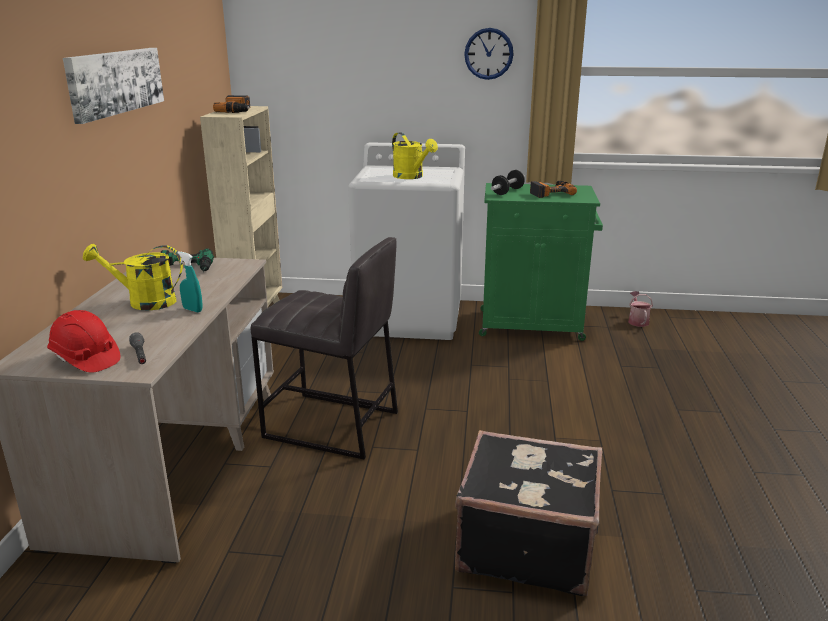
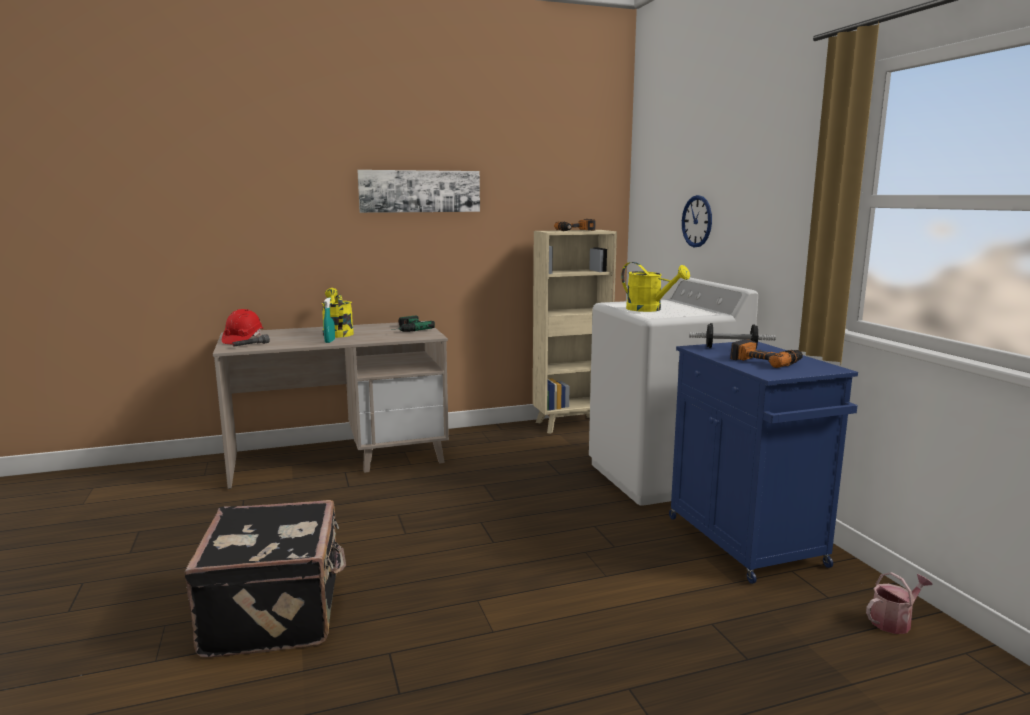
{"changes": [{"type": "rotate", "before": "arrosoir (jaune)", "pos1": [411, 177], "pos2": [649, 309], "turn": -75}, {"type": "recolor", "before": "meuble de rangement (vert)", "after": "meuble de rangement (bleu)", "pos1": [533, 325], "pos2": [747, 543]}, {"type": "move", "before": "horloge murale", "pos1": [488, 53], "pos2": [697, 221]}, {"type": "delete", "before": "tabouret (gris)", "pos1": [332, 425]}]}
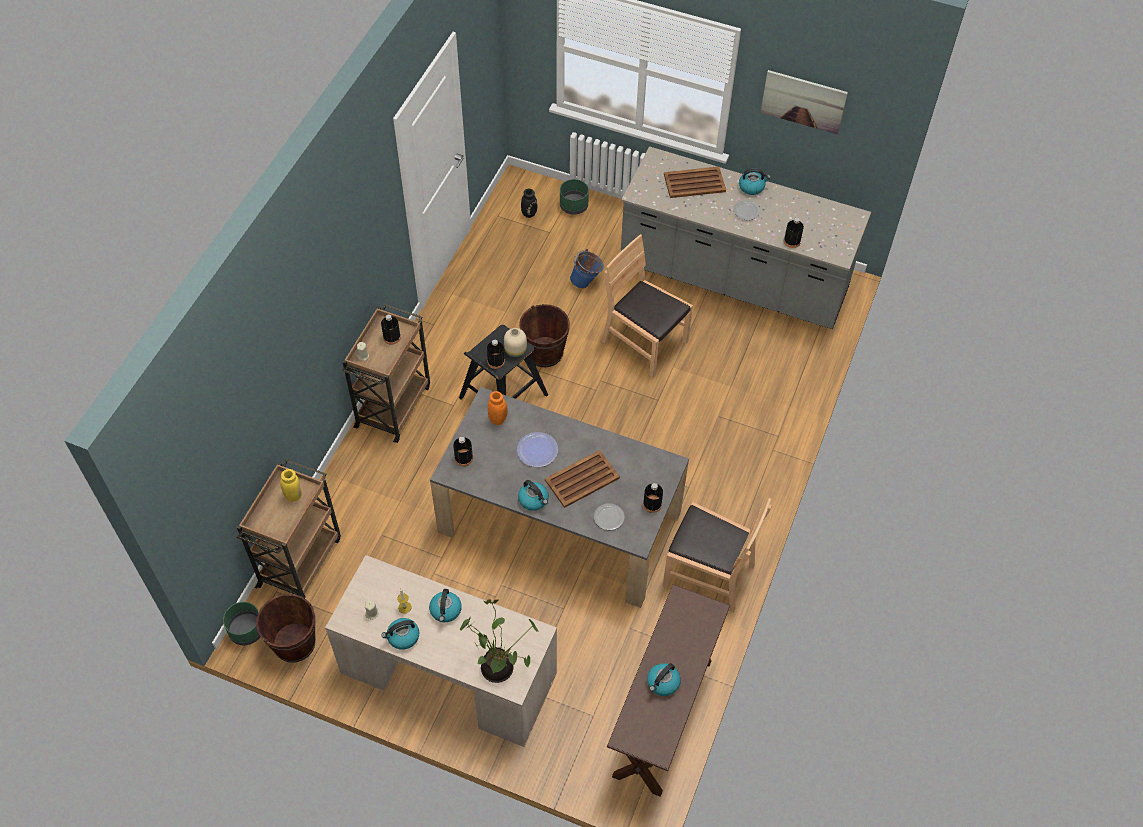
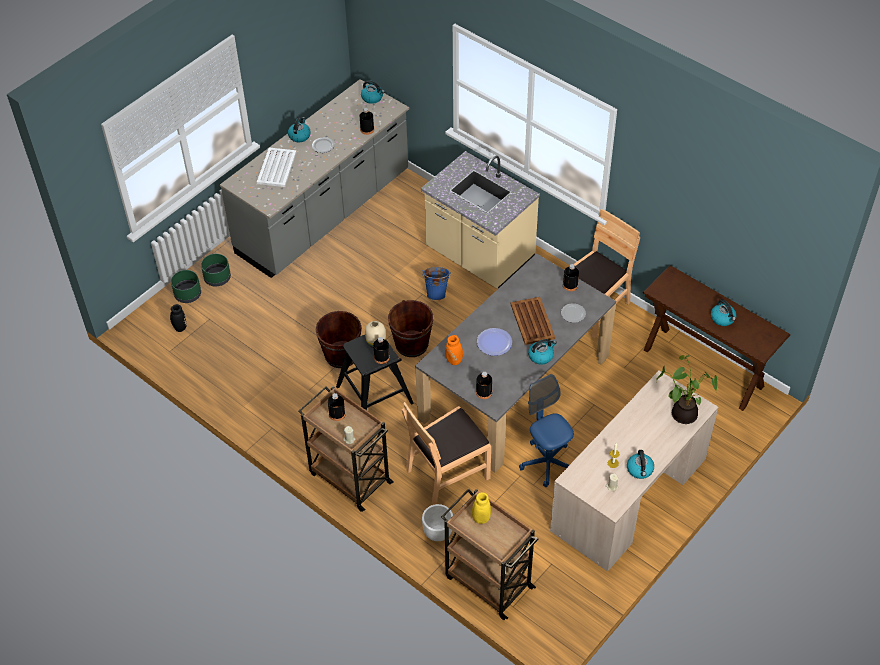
{"changes": [{"type": "move", "before": "cache-pot (vert)", "pos1": [247, 630], "pos2": [217, 277]}, {"type": "recolor", "before": "plateau (marron)", "after": "plateau (blanc)", "pos1": [694, 183], "pos2": [276, 168]}, {"type": "move", "before": "bouilloire", "pos1": [446, 610], "pos2": [372, 97]}, {"type": "move", "before": "seau (marron)", "pos1": [294, 643], "pos2": [411, 344]}, {"type": "move", "before": "chaise (marron)", "pos1": [644, 343], "pos2": [447, 473]}, {"type": "insert", "after": "comptoir de cuisine (beige)", "pos2": [479, 257]}, {"type": "move", "before": "seau (bleu)", "pos1": [586, 282], "pos2": [437, 293]}, {"type": "insert", "after": "cache-pot (blanc)", "pos2": [437, 533]}, {"type": "insert", "after": "chaise de bureau (bleu)", "pos2": [547, 463]}, {"type": "delete", "before": "tableau", "pos1": [803, 101]}]}
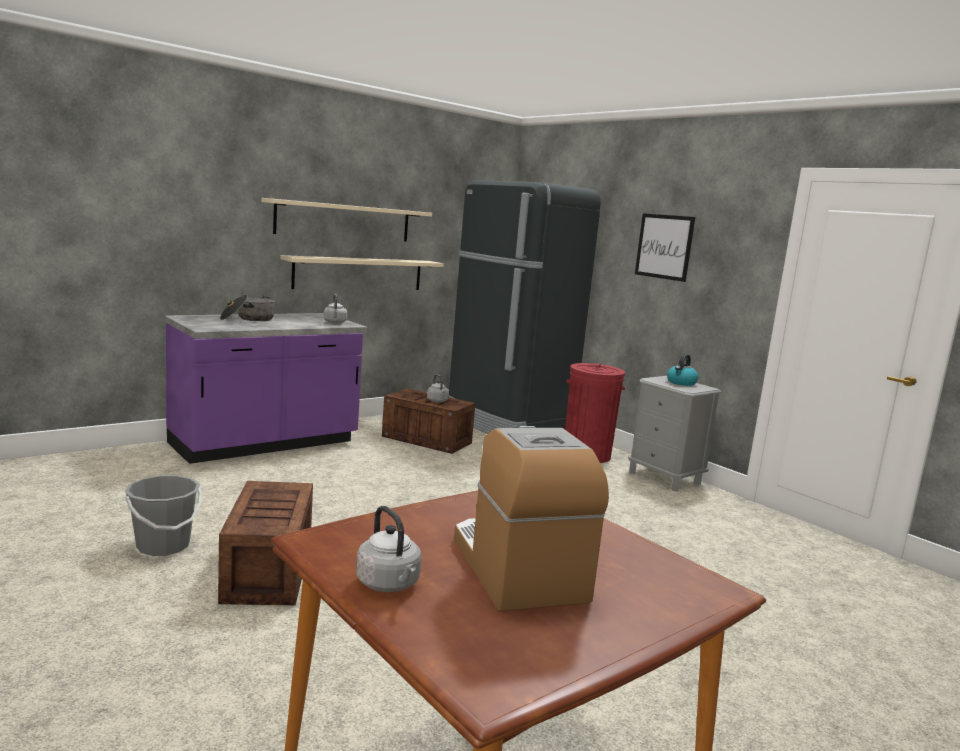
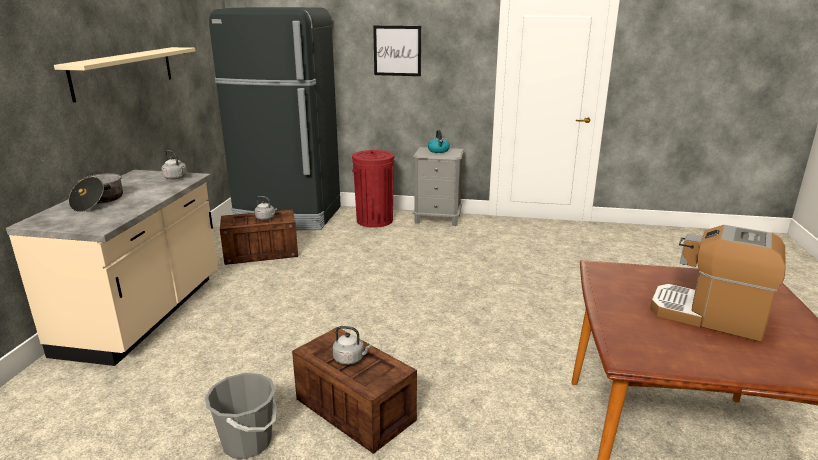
{"changes": [{"type": "recolor", "before": "comptoir de cuisine (violet)", "after": "comptoir de cuisine (beige)", "pos1": [265, 444], "pos2": [145, 314]}, {"type": "move", "before": "bouilloire (gris)", "pos1": [389, 584], "pos2": [350, 359]}, {"type": "delete", "before": "étagère (beige)", "pos1": [359, 273]}]}
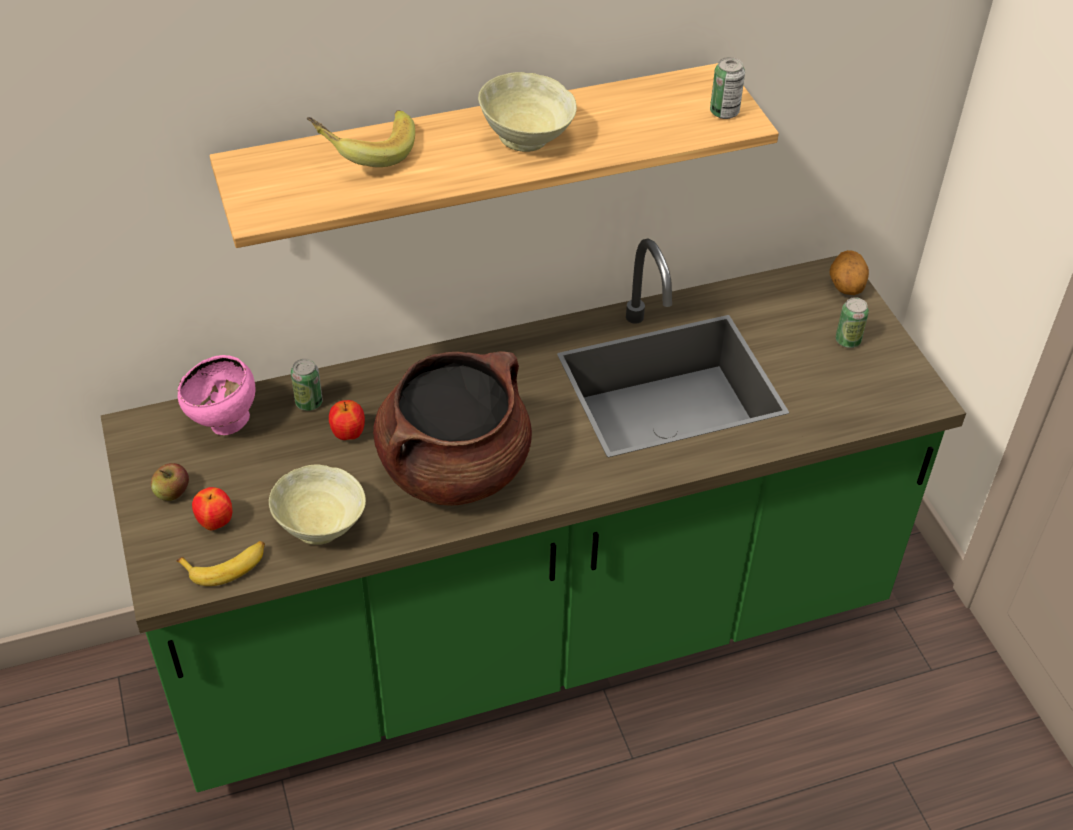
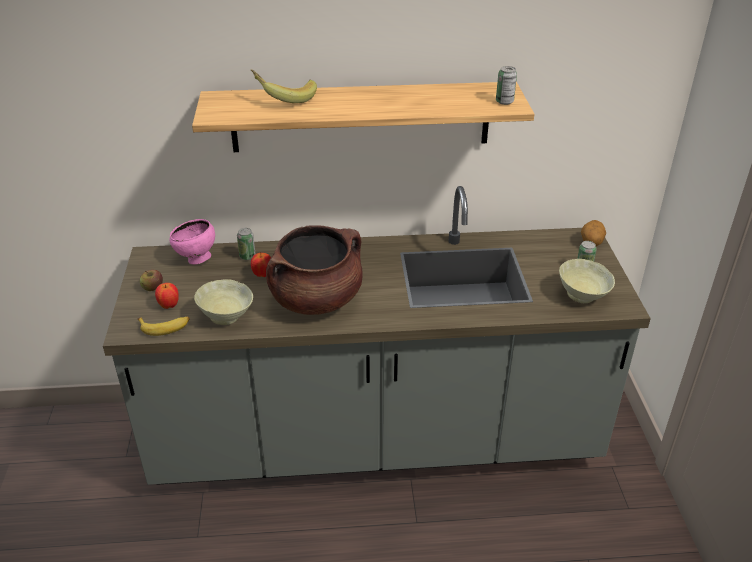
{"changes": [{"type": "recolor", "before": "comptoir de cuisine (vert)", "after": "comptoir de cuisine (gris)", "pos1": [531, 636], "pos2": [376, 441]}, {"type": "move", "before": "bol (beige)", "pos1": [527, 140], "pos2": [582, 296]}]}
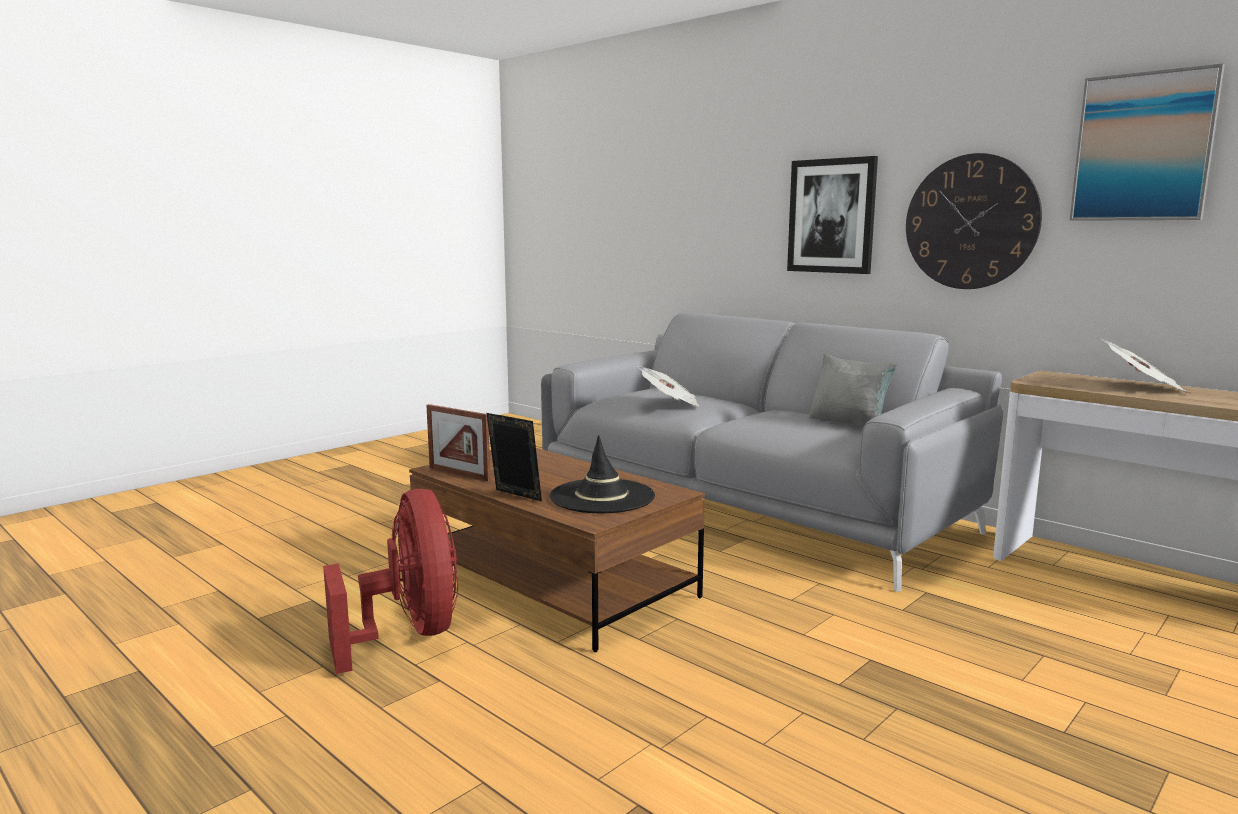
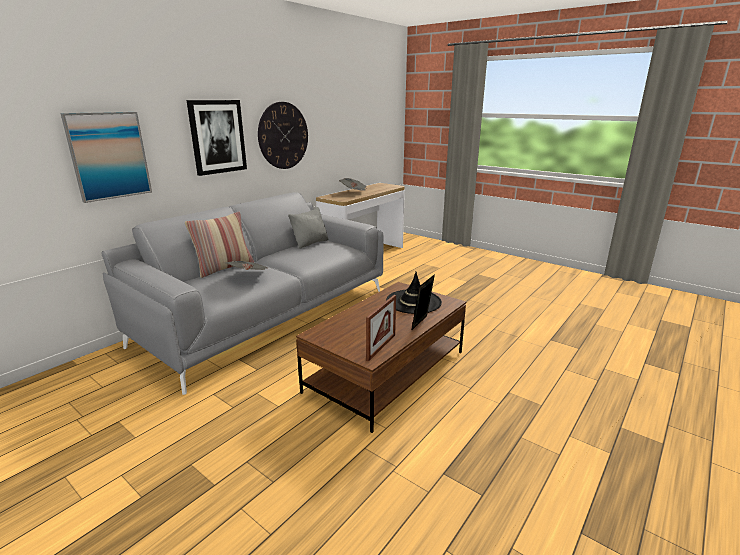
{"changes": [{"type": "move", "before": "tableau", "pos1": [1143, 147], "pos2": [109, 156]}, {"type": "insert", "after": "coussin", "pos2": [224, 268]}, {"type": "delete", "before": "ventilateur (rouge)", "pos1": [409, 634]}]}
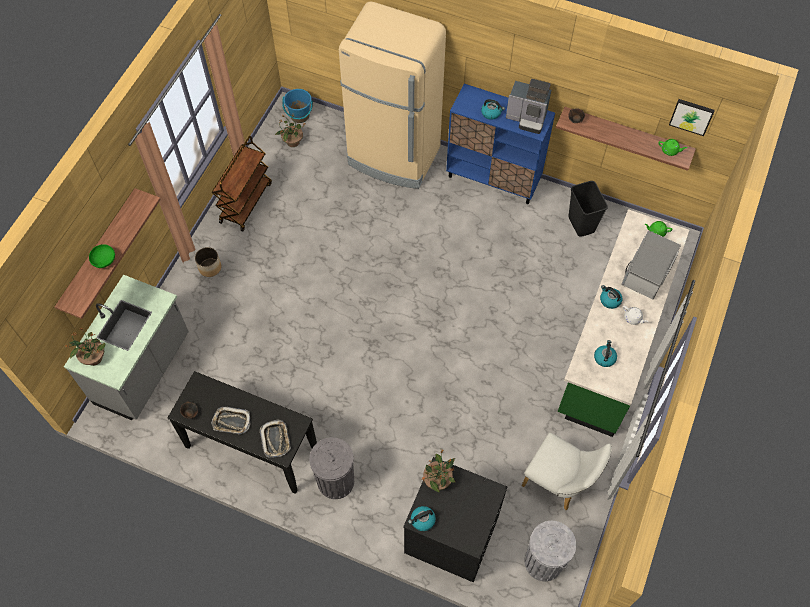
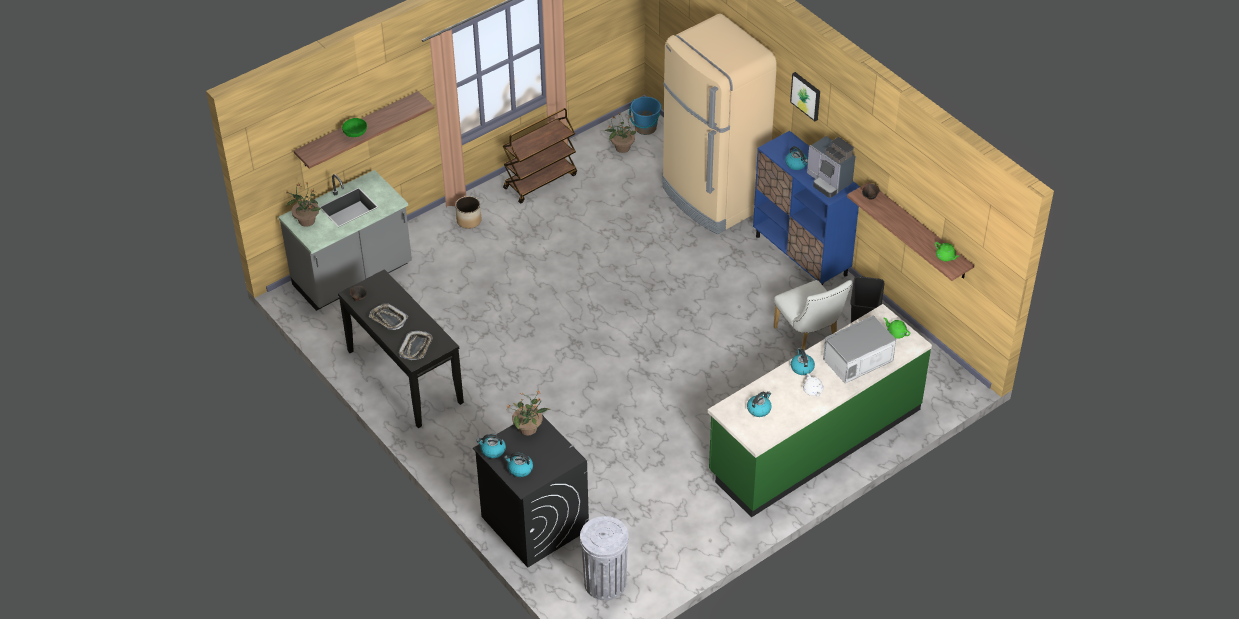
{"changes": [{"type": "insert", "after": "bouilloire", "pos2": [519, 469]}, {"type": "move", "before": "chaise (blanc)", "pos1": [559, 483], "pos2": [809, 339]}, {"type": "move", "before": "tableau", "pos1": [691, 116], "pos2": [806, 95]}, {"type": "delete", "before": "poubelle (gris)", "pos1": [335, 481]}]}
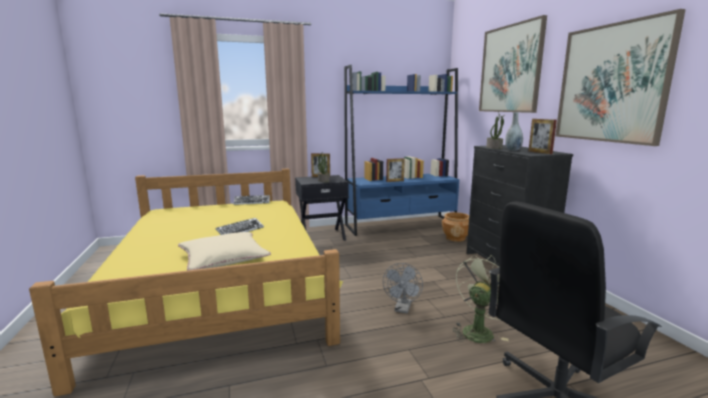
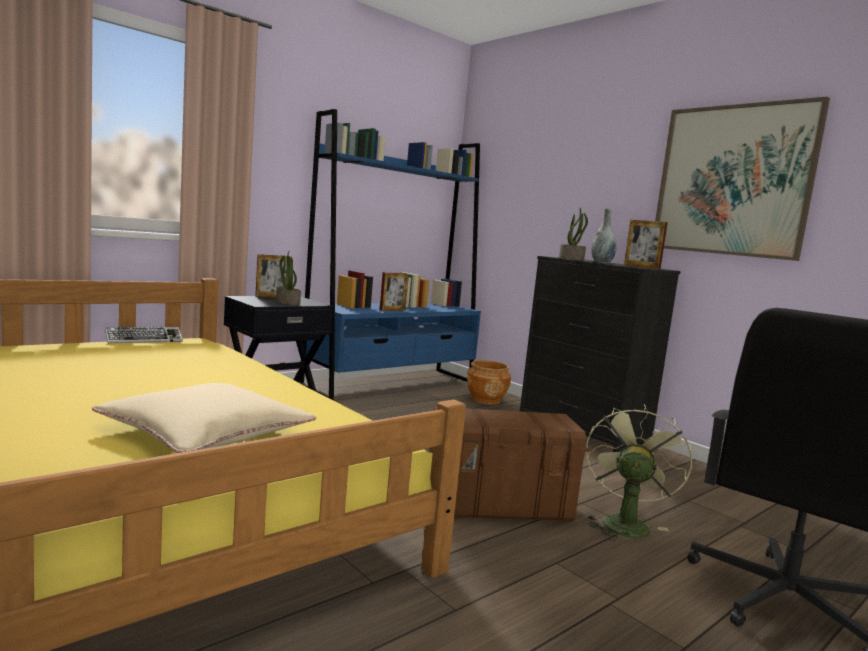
{"changes": [{"type": "replace", "before": "ventilateur (gris)", "after": "boîte de rangement (marron)", "pos1": [402, 309], "pos2": [498, 505]}, {"type": "delete", "before": "clavier", "pos1": [240, 230]}, {"type": "delete", "before": "tableau", "pos1": [510, 69]}]}
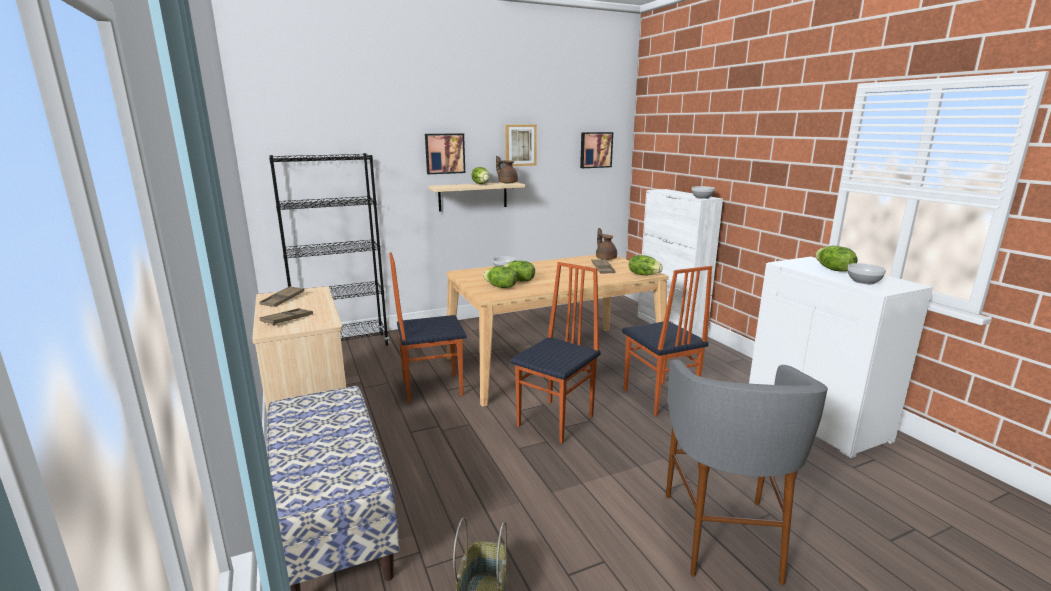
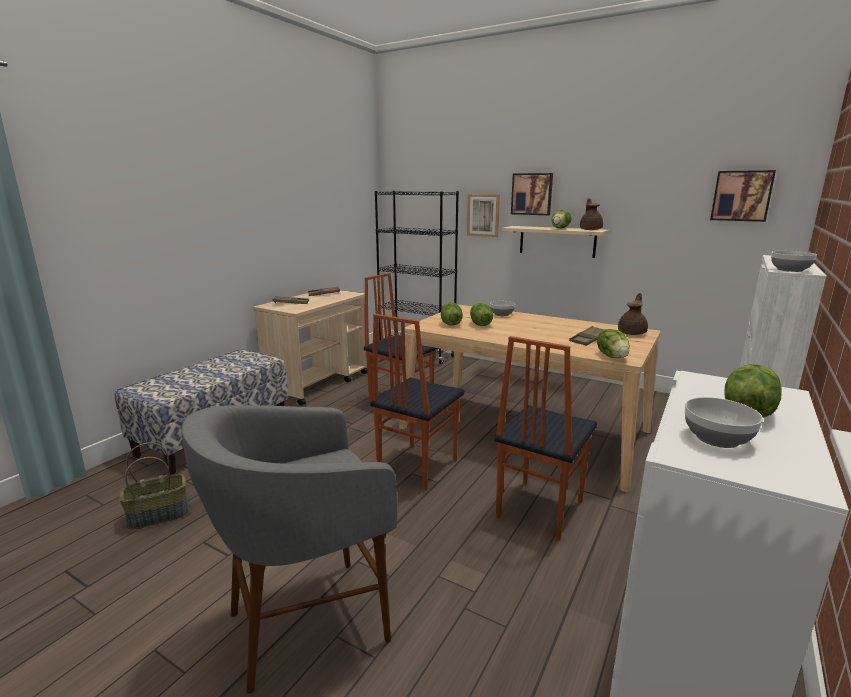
{"changes": [{"type": "rotate", "before": "chaise", "pos1": [557, 421], "pos2": [416, 466], "turn": 120}, {"type": "move", "before": "tableau", "pos1": [520, 145], "pos2": [483, 215]}]}
